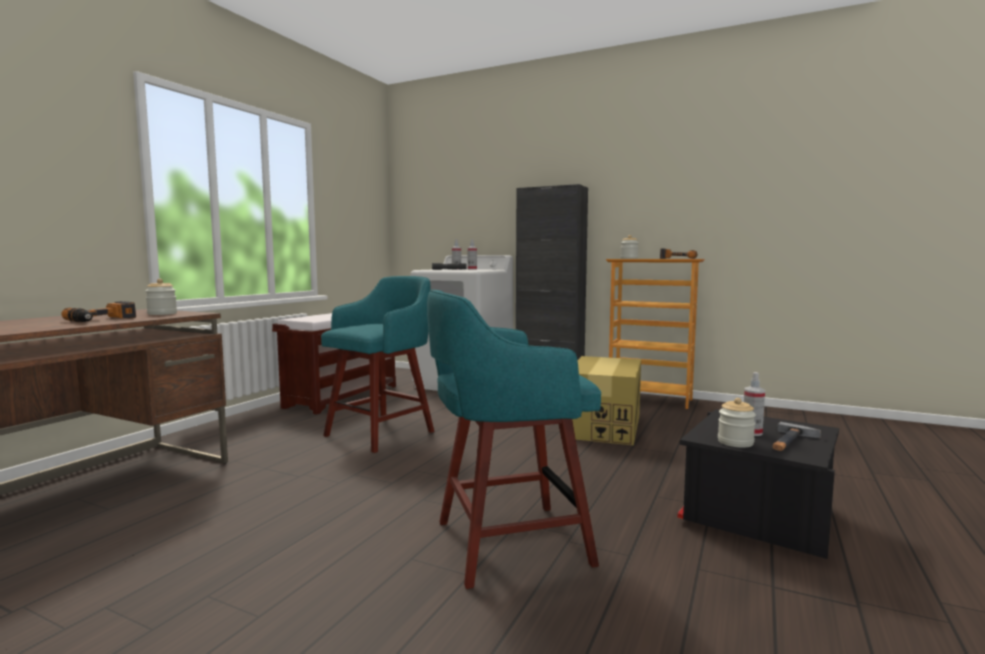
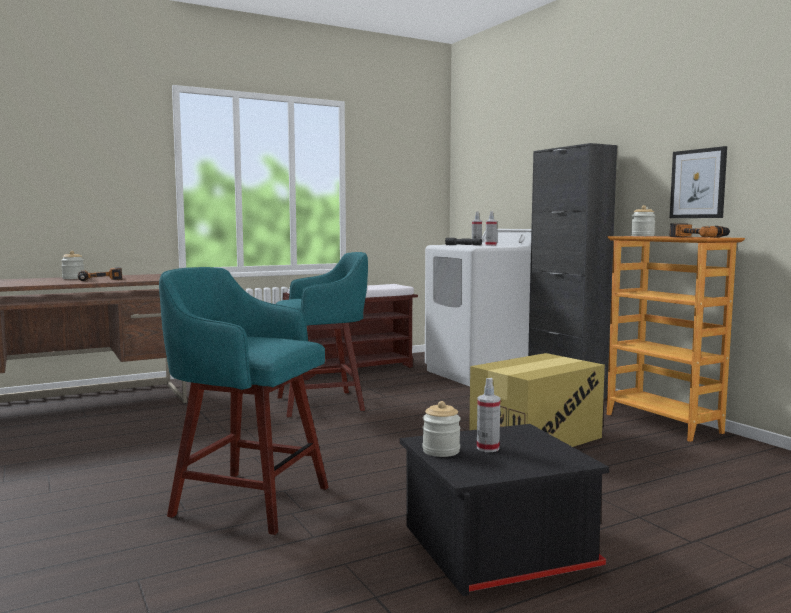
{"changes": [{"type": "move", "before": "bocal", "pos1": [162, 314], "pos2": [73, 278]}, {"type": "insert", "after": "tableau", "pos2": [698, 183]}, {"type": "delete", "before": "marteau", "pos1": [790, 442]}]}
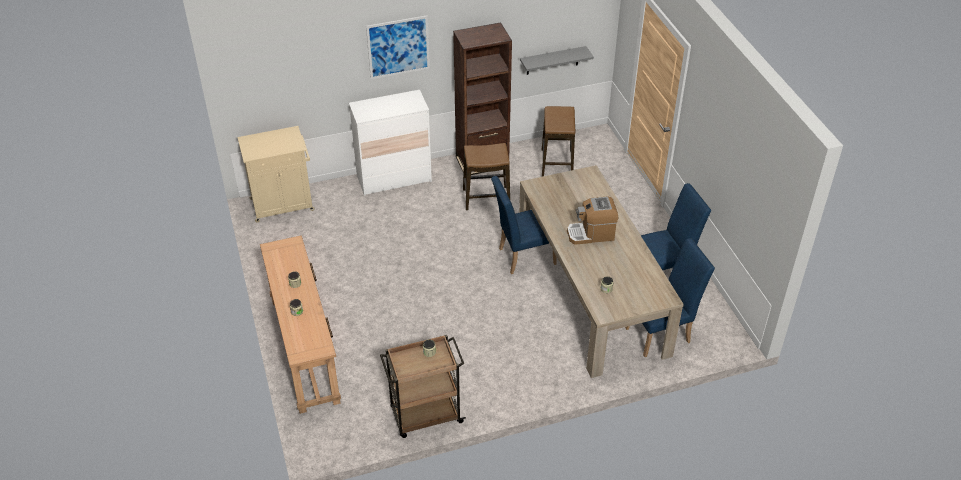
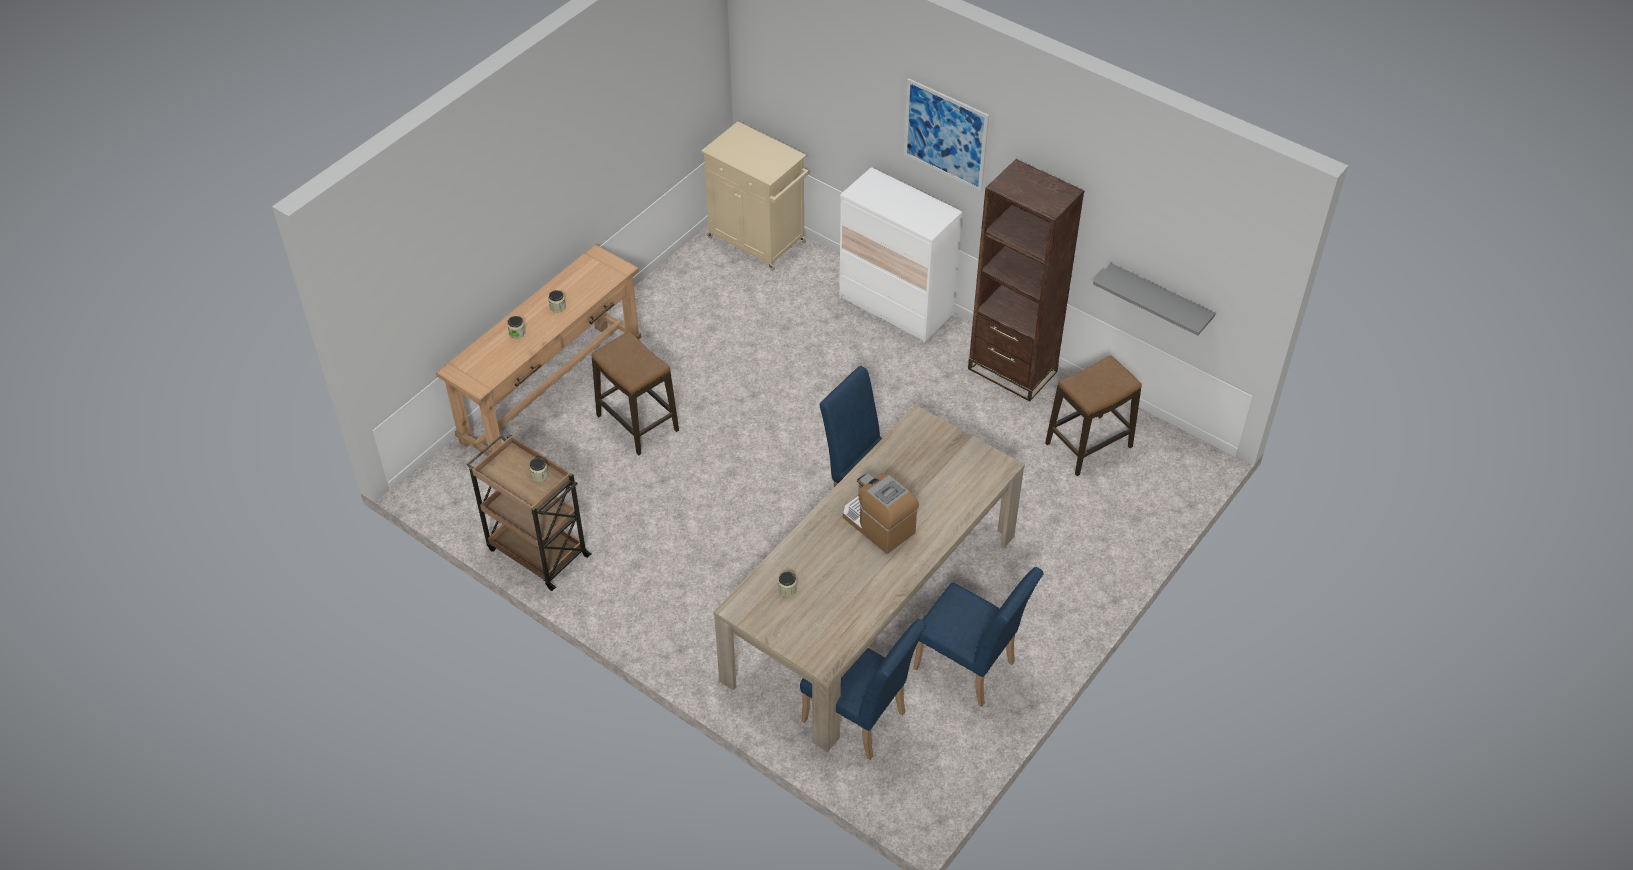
{"changes": [{"type": "move", "before": "tabouret", "pos1": [486, 198], "pos2": [638, 423]}]}
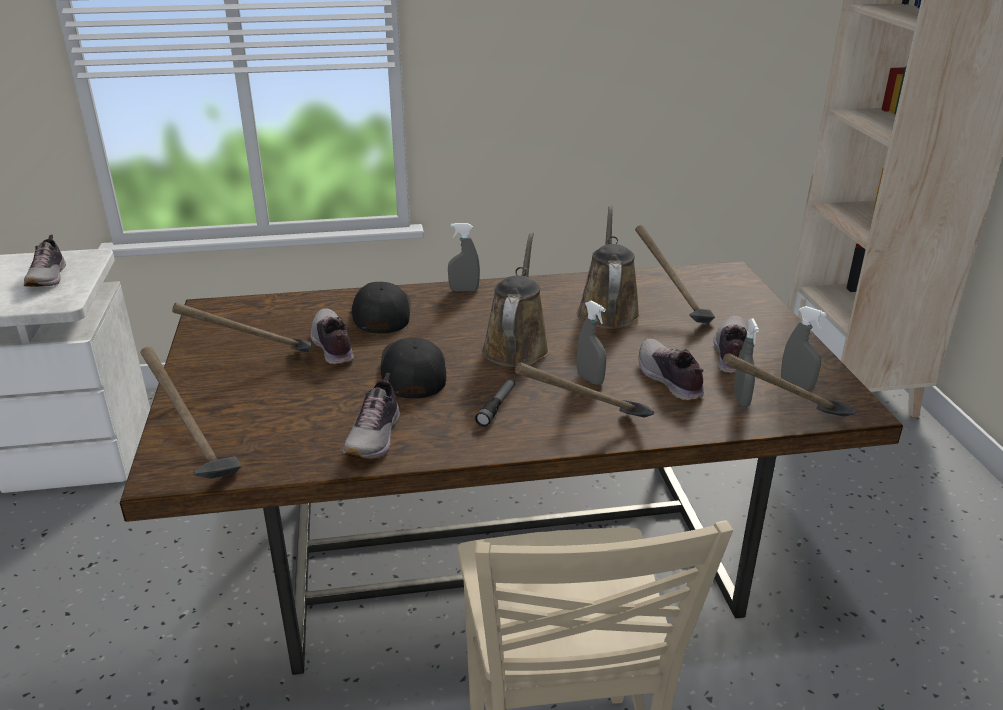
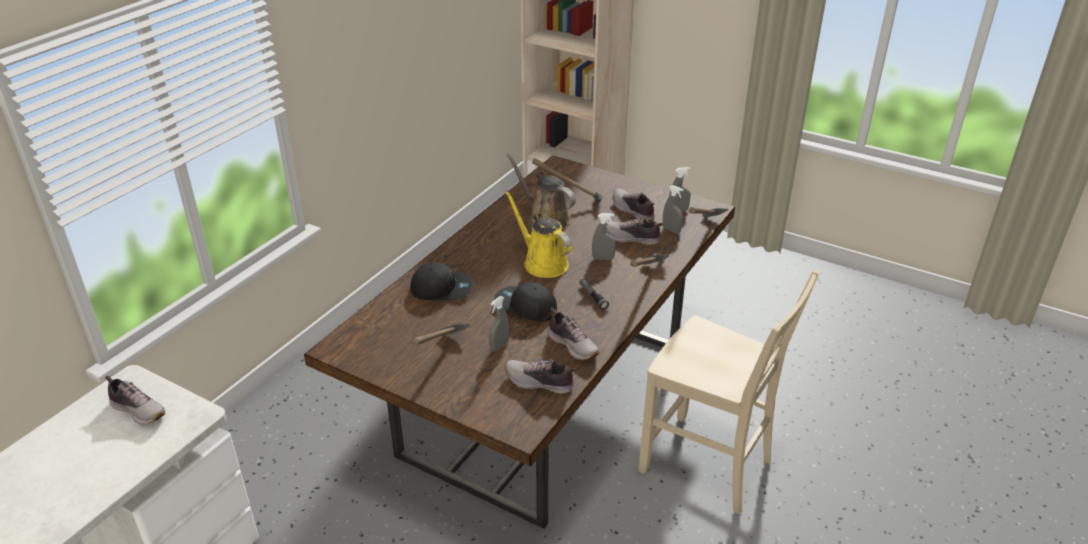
{"changes": [{"type": "rotate", "before": "casquette (noir)", "pos1": [381, 314], "pos2": [442, 288], "turn": 150}, {"type": "move", "before": "vaporisateur (gris)", "pos1": [464, 290], "pos2": [499, 346]}, {"type": "recolor", "before": "arrosoir (marron)", "after": "arrosoir (jaune)", "pos1": [516, 346], "pos2": [542, 263]}, {"type": "move", "before": "chaussure", "pos1": [332, 346], "pos2": [539, 383]}, {"type": "delete", "before": "marteau", "pos1": [193, 456]}]}
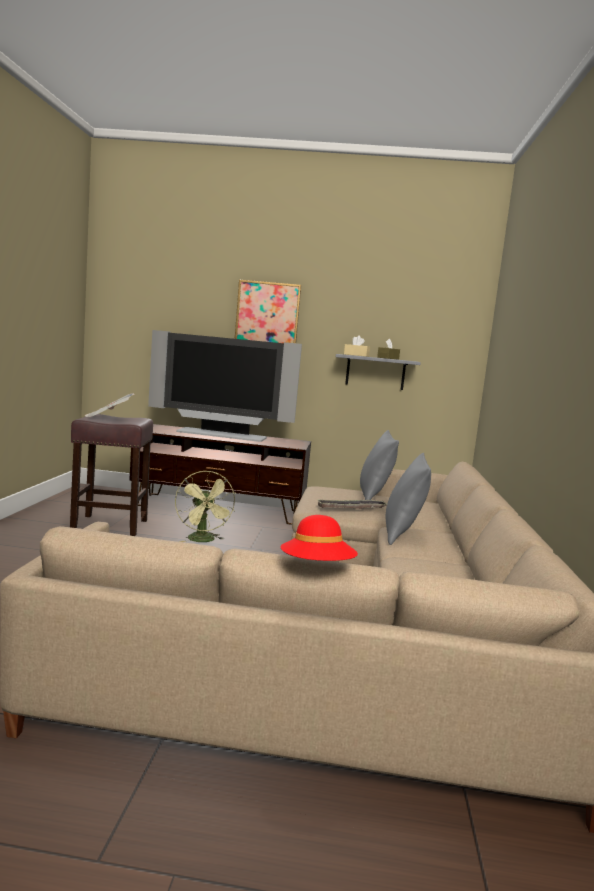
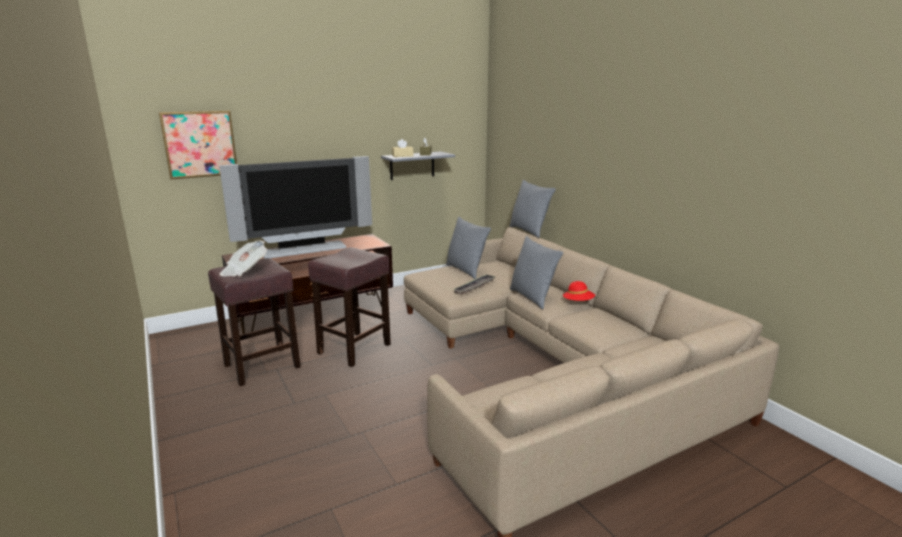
{"changes": [{"type": "move", "before": "tableau", "pos1": [267, 314], "pos2": [200, 144]}, {"type": "replace", "before": "ventilateur (vert)", "after": "tabouret (marron)", "pos1": [203, 540], "pos2": [355, 348]}, {"type": "insert", "after": "coussin (gris)", "pos2": [529, 231]}, {"type": "move", "before": "chapeau (rouge)", "pos1": [317, 568], "pos2": [578, 302]}]}
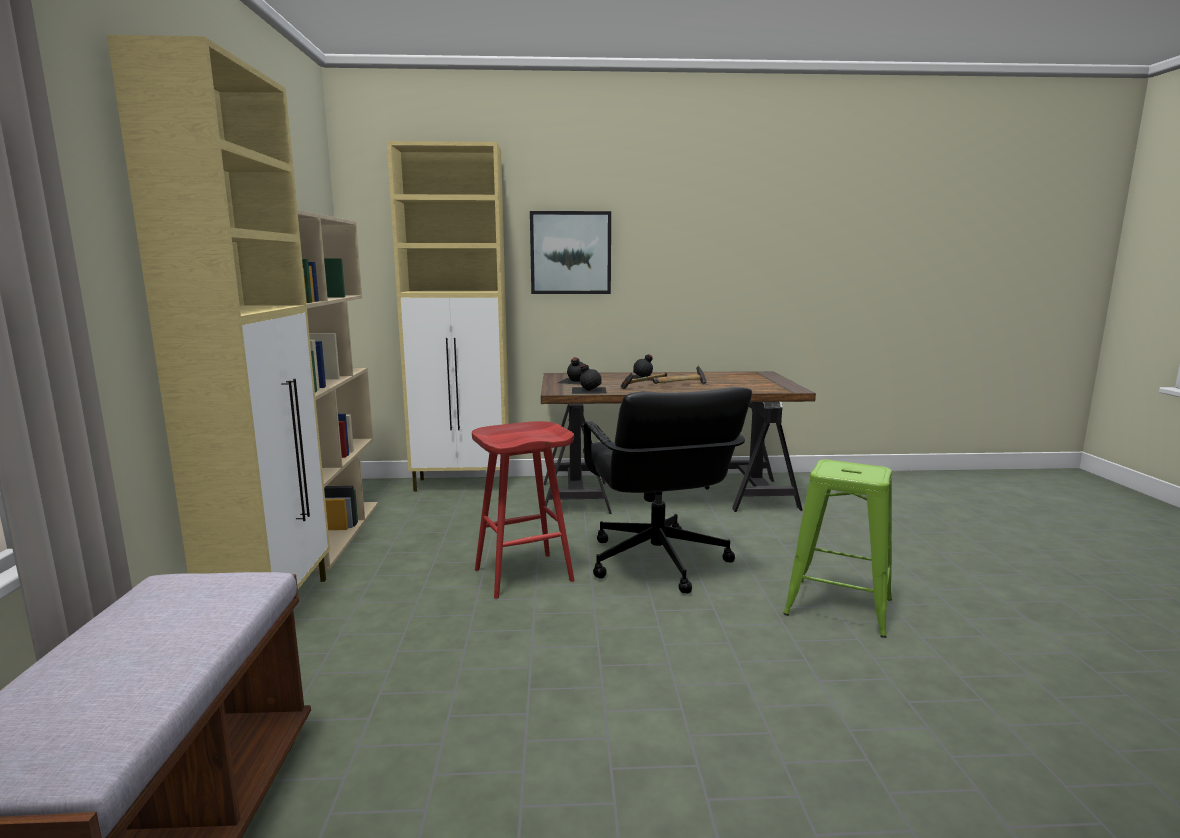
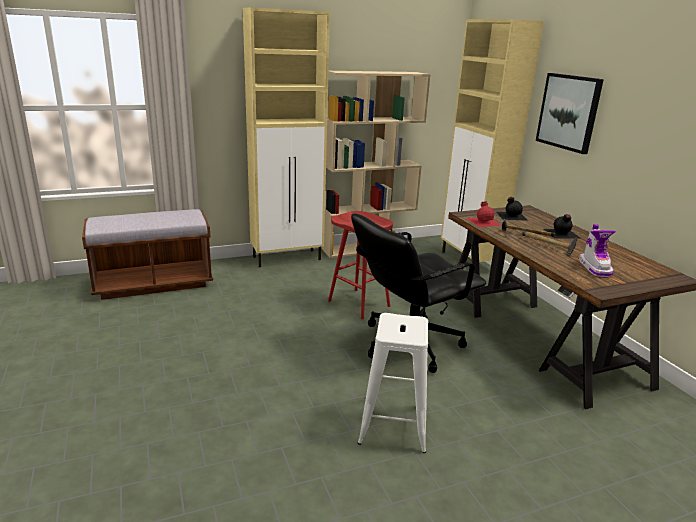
{"changes": [{"type": "recolor", "before": "tabouret (vert)", "after": "tabouret (blanc)", "pos1": [837, 606], "pos2": [394, 423]}, {"type": "recolor", "before": "bouteille (noir)", "after": "bouteille (rouge)", "pos1": [588, 390], "pos2": [483, 221]}, {"type": "insert", "after": "botte", "pos2": [595, 268]}]}
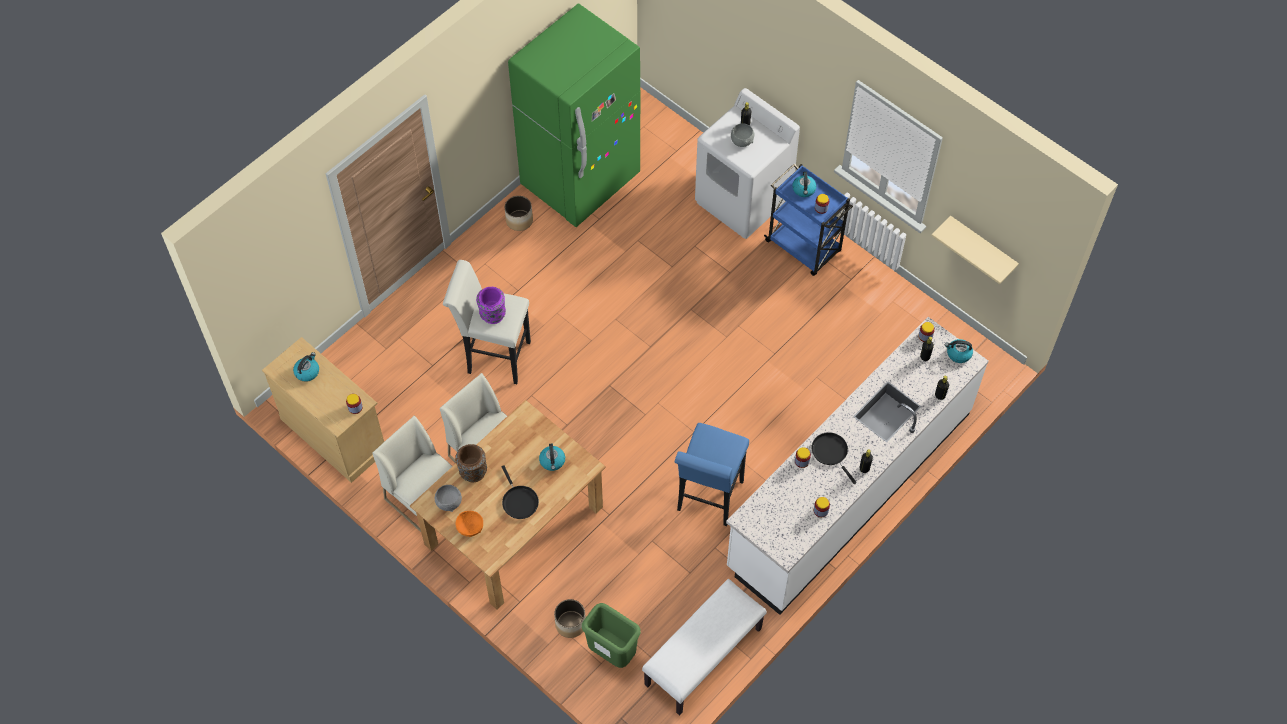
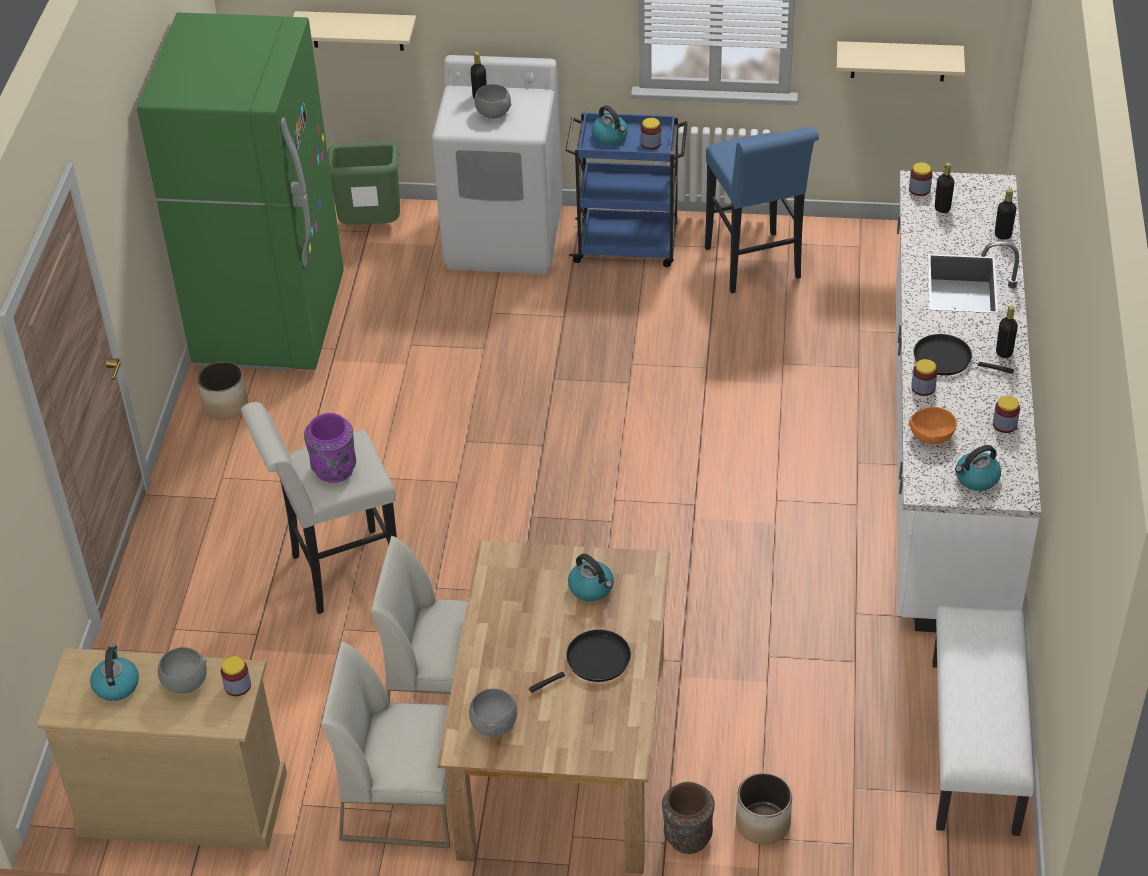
{"changes": [{"type": "insert", "after": "bol (gris)", "pos2": [184, 683]}, {"type": "insert", "after": "étagère (beige)", "pos2": [357, 30]}, {"type": "move", "before": "poubelle (vert)", "pos1": [612, 652], "pos2": [371, 227]}, {"type": "rotate", "before": "poêle (noir)", "pos1": [519, 501], "pos2": [593, 662], "turn": -60}, {"type": "move", "before": "vase (marron)", "pos1": [472, 472], "pos2": [687, 837]}, {"type": "move", "before": "tabouret (bleu)", "pos1": [708, 500], "pos2": [755, 267]}, {"type": "move", "before": "bol (orange)", "pos1": [470, 527], "pos2": [931, 435]}, {"type": "move", "before": "bouilloire", "pos1": [958, 354], "pos2": [976, 478]}]}
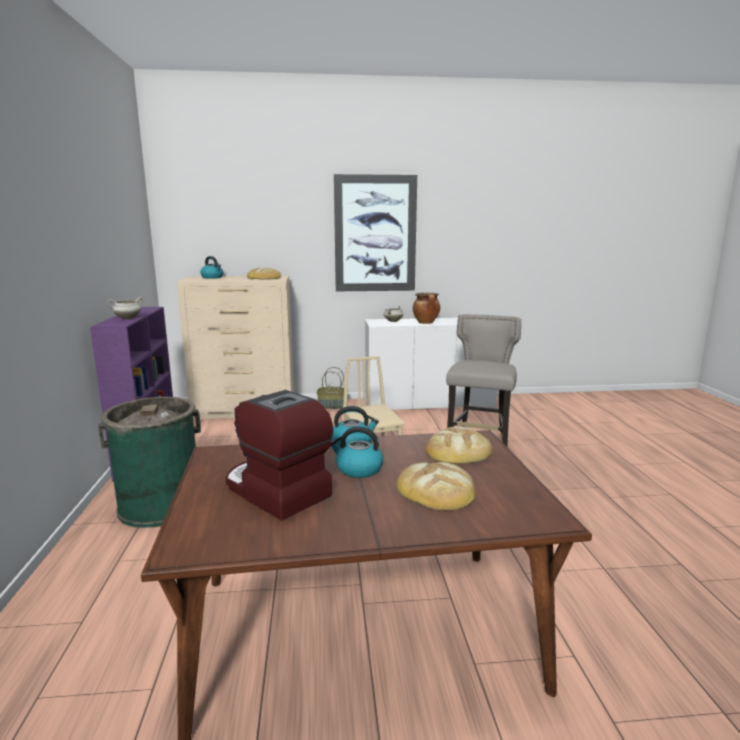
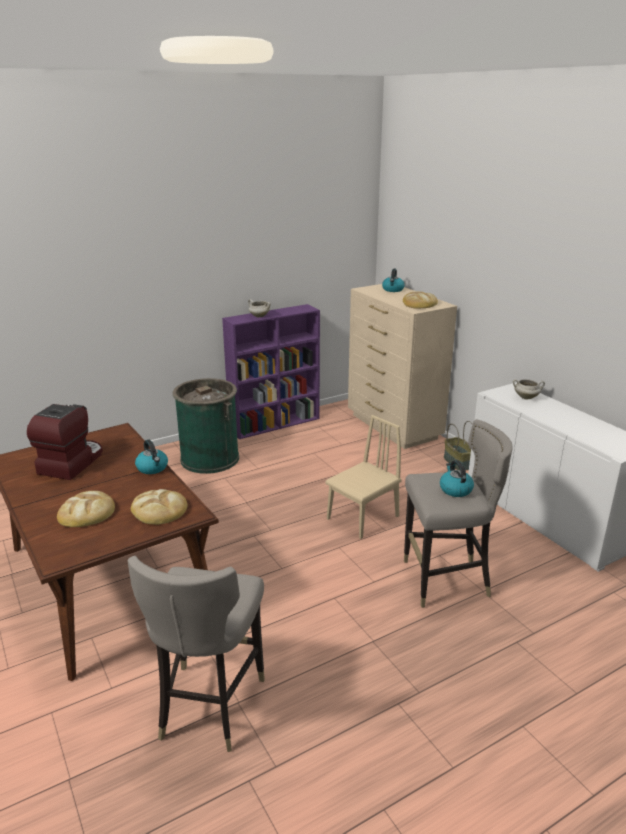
{"changes": [{"type": "insert", "after": "tabouret (gris)", "pos2": [209, 707]}, {"type": "move", "before": "bouilloire", "pos1": [358, 469], "pos2": [455, 489]}, {"type": "delete", "before": "tableau", "pos1": [375, 234]}, {"type": "delete", "before": "marmite", "pos1": [426, 323]}]}
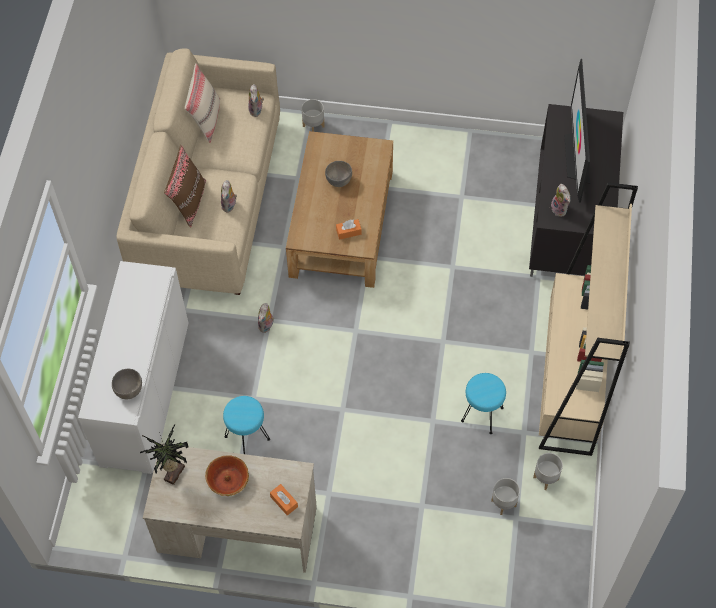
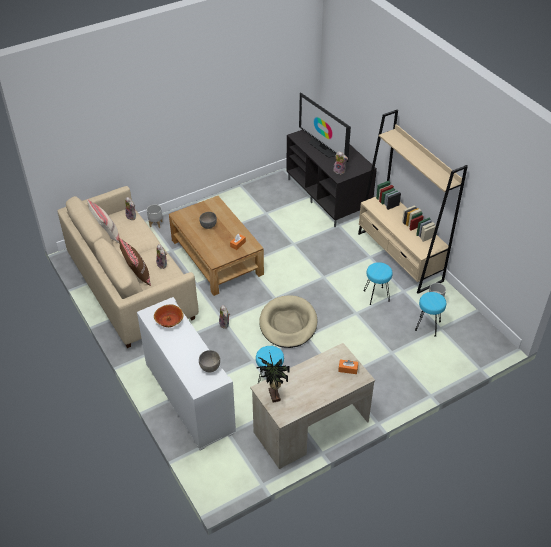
{"changes": [{"type": "move", "before": "bol", "pos1": [228, 480], "pos2": [169, 321]}, {"type": "insert", "after": "panier pour chien (beige)", "pos2": [288, 324]}, {"type": "replace", "before": "cache-pot (gris)", "after": "tabouret (turquoise)", "pos1": [504, 503], "pos2": [428, 326]}]}
